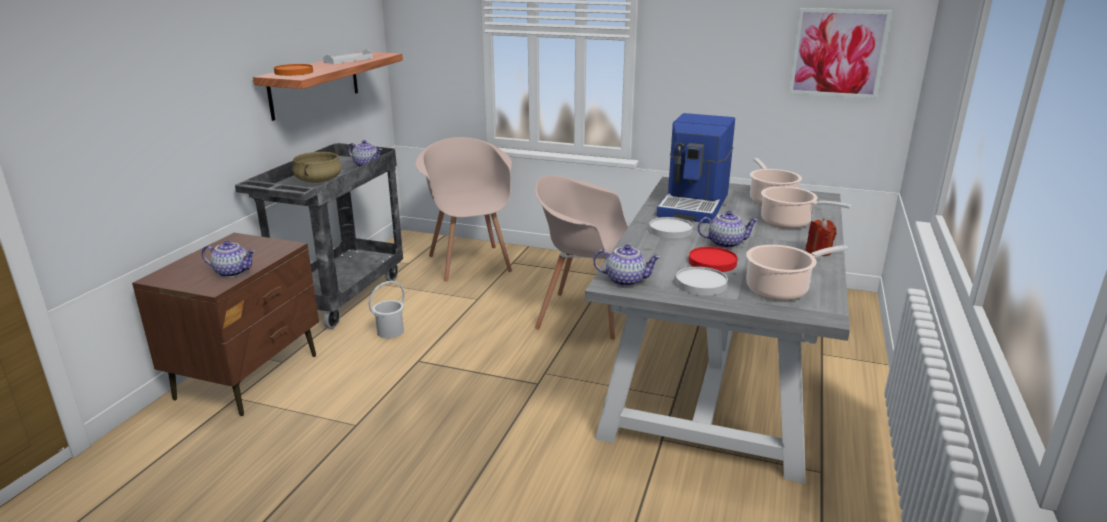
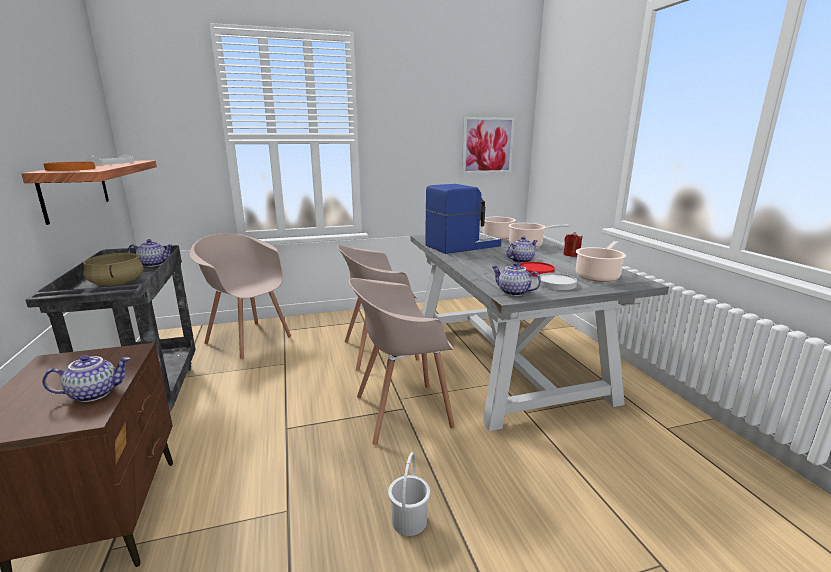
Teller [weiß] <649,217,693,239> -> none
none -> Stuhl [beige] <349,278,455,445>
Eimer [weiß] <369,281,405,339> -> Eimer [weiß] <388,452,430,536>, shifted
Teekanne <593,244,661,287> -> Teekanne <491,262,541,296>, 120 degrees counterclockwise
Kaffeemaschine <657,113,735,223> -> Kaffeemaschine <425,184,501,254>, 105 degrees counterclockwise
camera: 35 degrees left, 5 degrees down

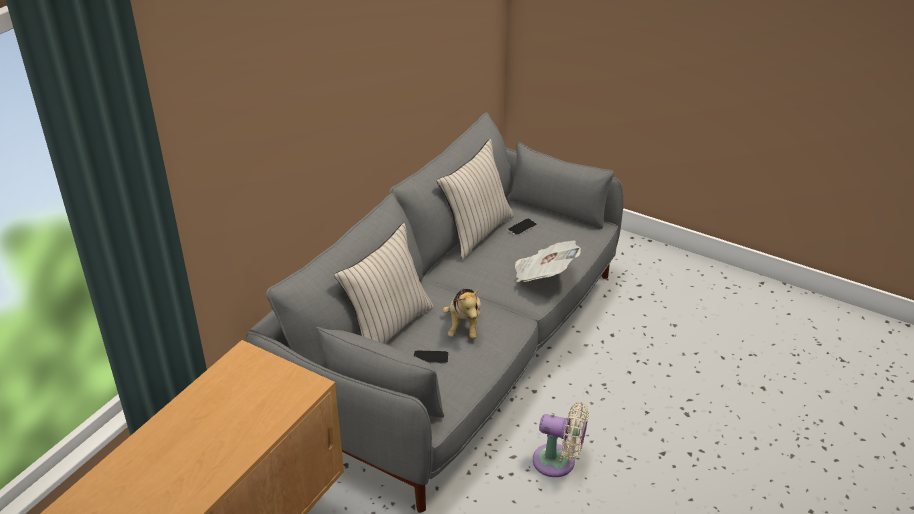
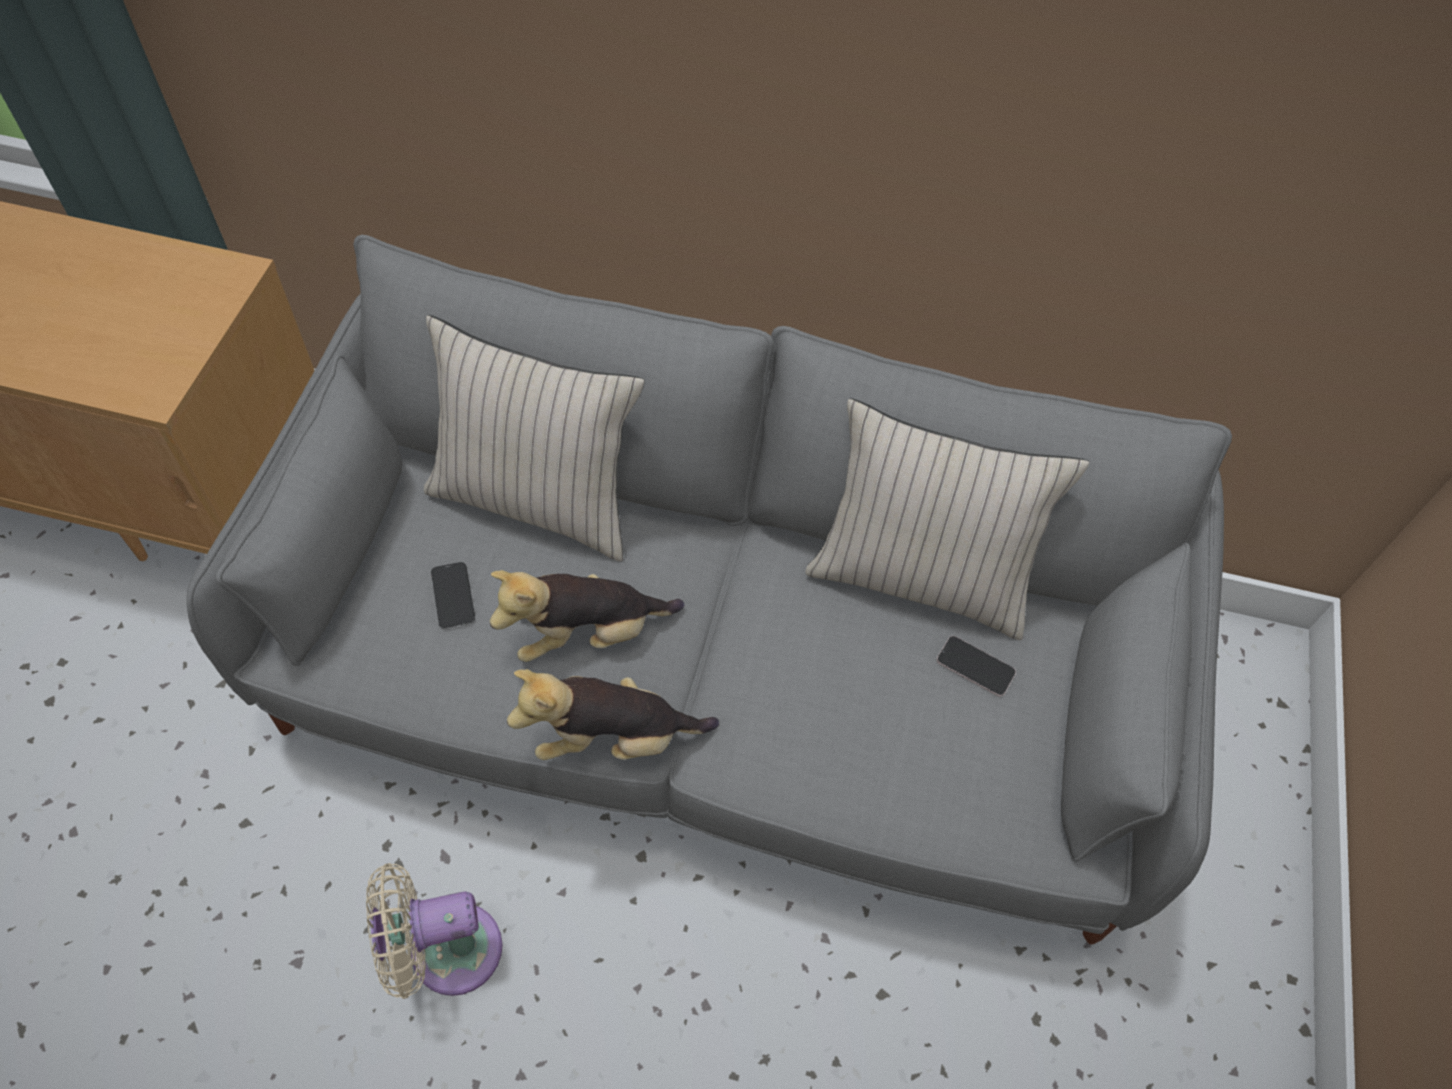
Zeitung <515,240,581,282> -> none
none -> Plüschtier <507,669,719,760>
Ventilator [beige] <533,402,589,477> -> Ventilator [beige] <366,863,502,999>, 75 degrees clockwise
camera: 70 degrees right, 20 degrees up

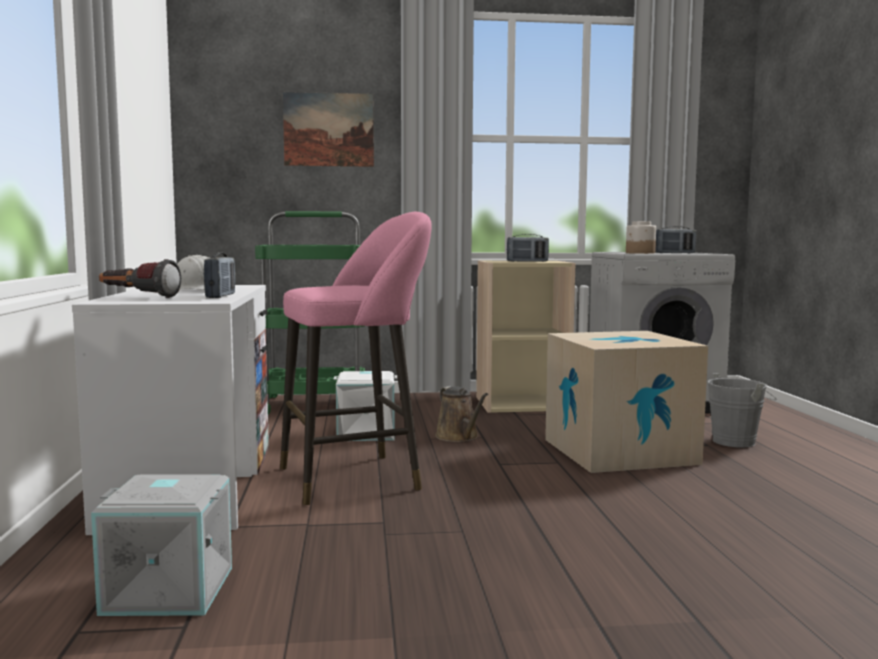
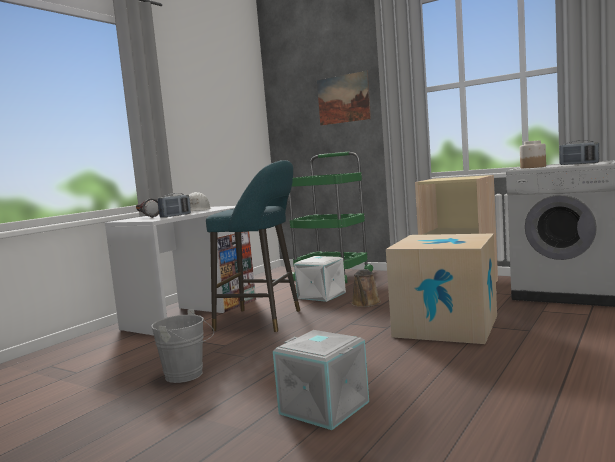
Radio <507,234,549,262> -> none
Aufbewahrungsbox [grau] <91,474,232,616> -> Aufbewahrungsbox [grau] <273,330,369,430>, shifted
Eimer [grau] <707,373,777,448> -> Eimer [grau] <151,310,214,383>, shifted
Hocker [rosa] <280,212,432,505> -> Hocker [türkis] <206,160,300,332>
camera: 40 degrees right, 0 degrees up

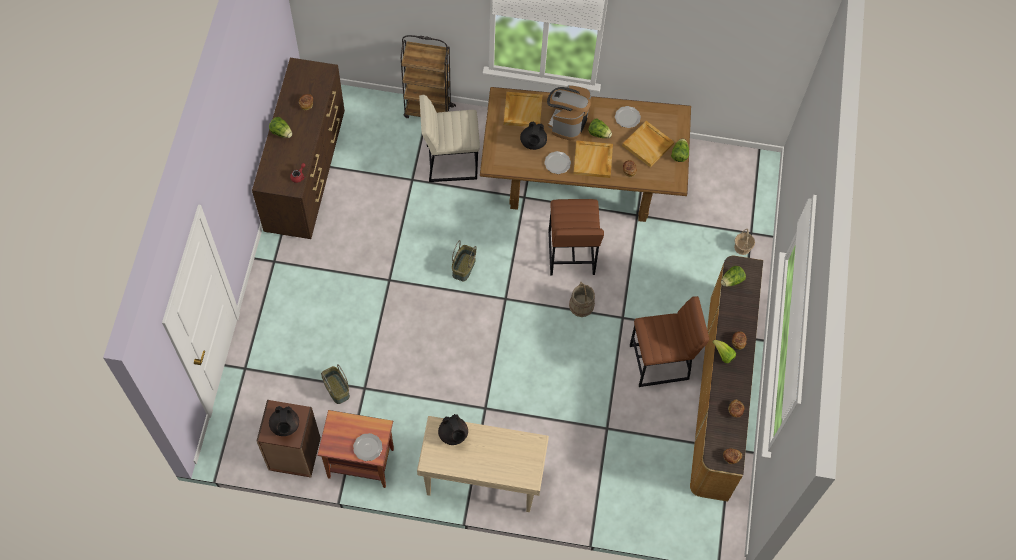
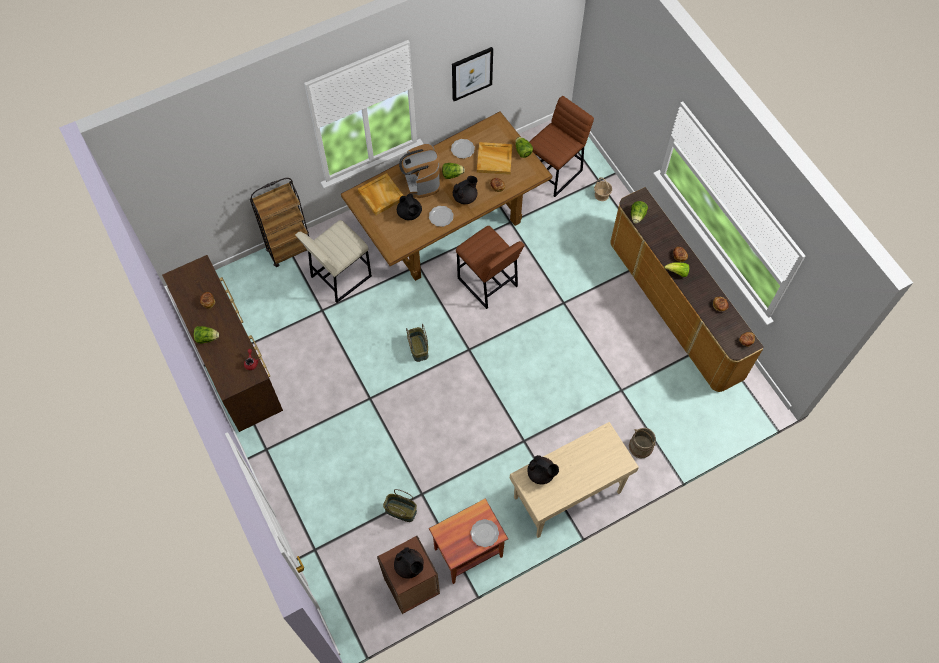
none -> Bild <452,47,493,101>
Eimer [beige] <569,282,595,317> -> Eimer [beige] <629,428,656,458>, shifted
Stuhl [braun] <630,296,709,387> -> Stuhl [braun] <529,96,594,197>, shifted
Tablett [beige] <573,140,613,178> -> Teekanne [schwarz] <453,176,478,204>
camera: 35 degrees left, 0 degrees up

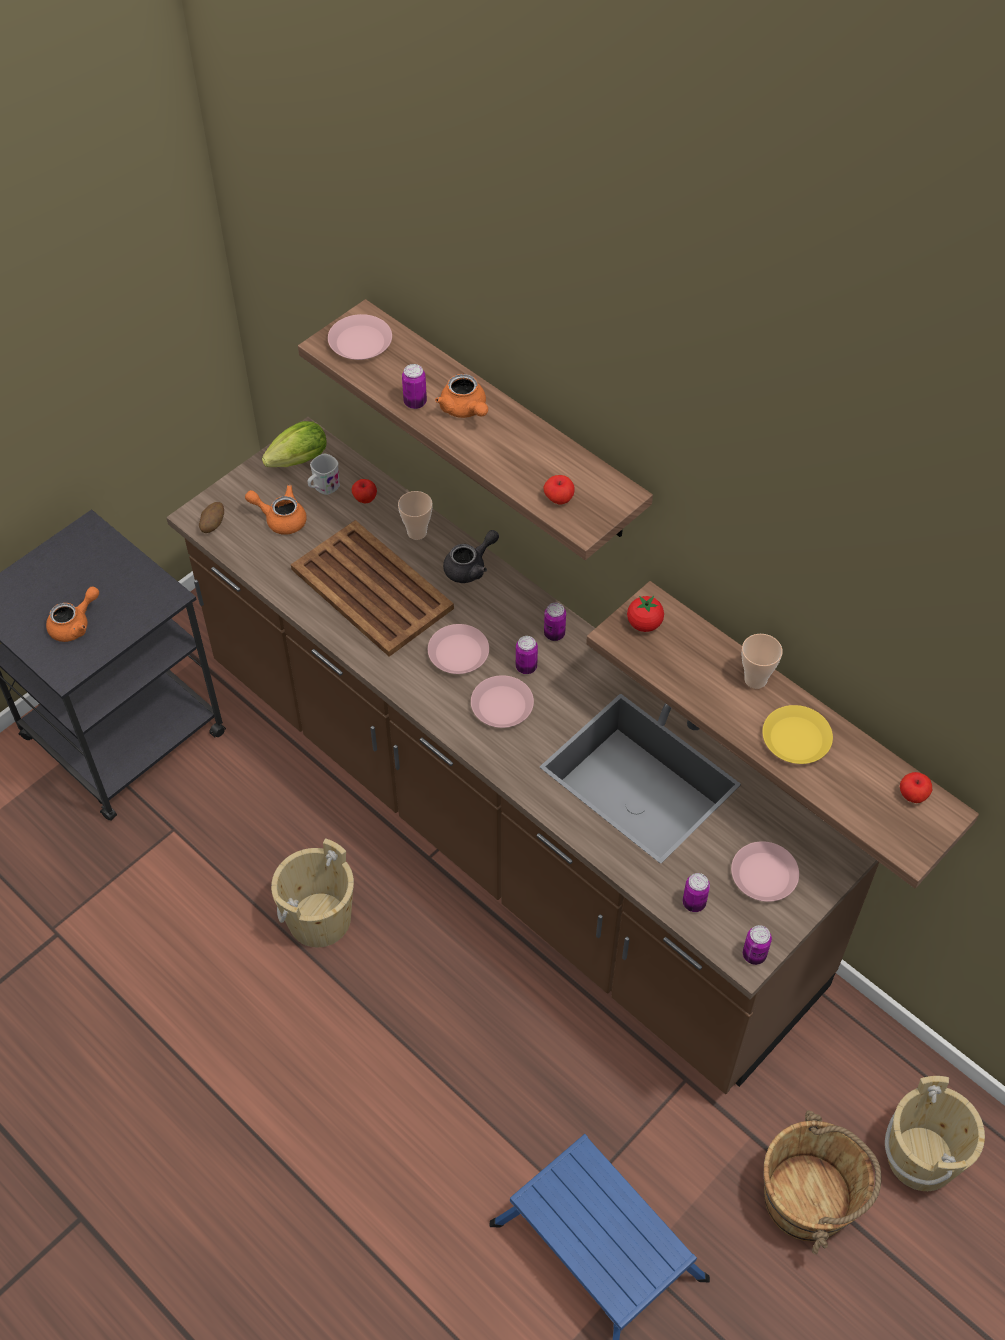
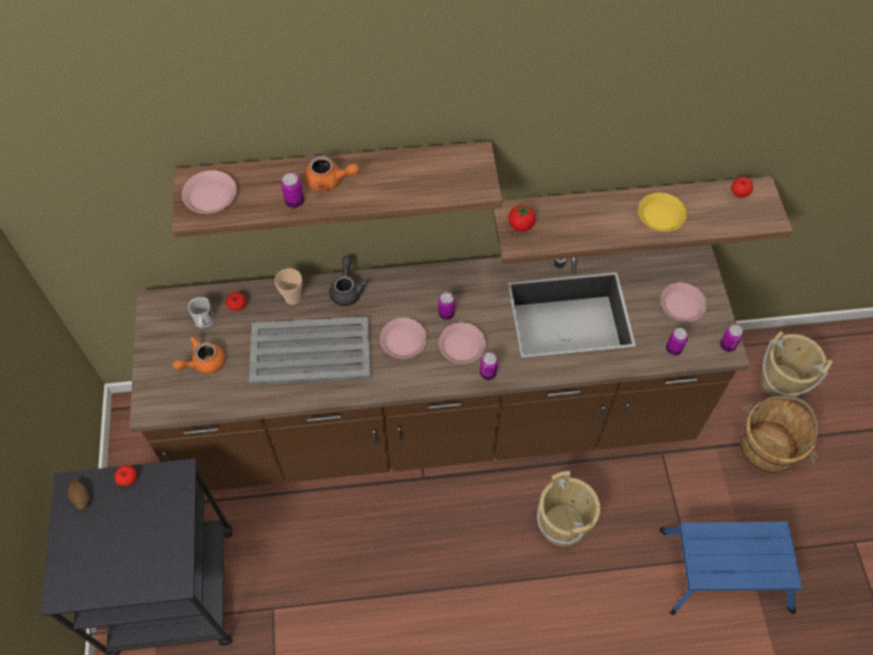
Teekanne [orange] <46,587,99,642> -> none
Salatkopf <262,421,327,467> -> none
Tasse <742,634,783,689> -> none
Kartoffel <199,502,224,533> -> Kartoffel <68,480,90,510>, shifted
Eimer [beige] <271,838,354,947> -> Eimer [beige] <537,471,600,547>, shifted
Apfel <544,475,574,504> -> Apfel <114,465,137,486>, shifted
Dose <544,603,566,641> -> Dose <480,353,498,380>, shifted
Tablett [braun] <291,520,454,657> -> Tablett [grau] <249,317,371,385>
camera: 50 degrees left, 5 degrees up

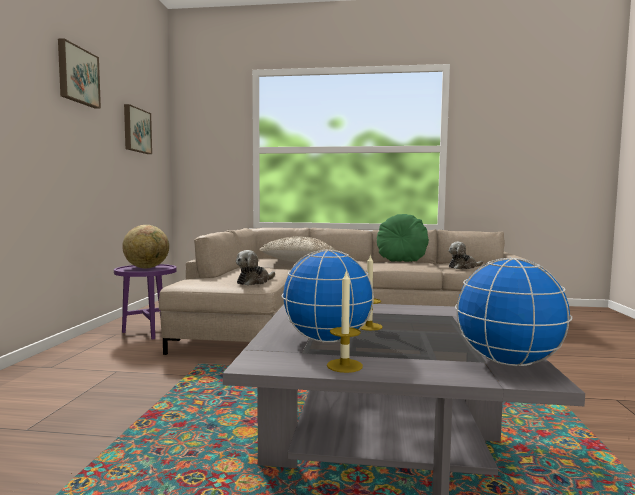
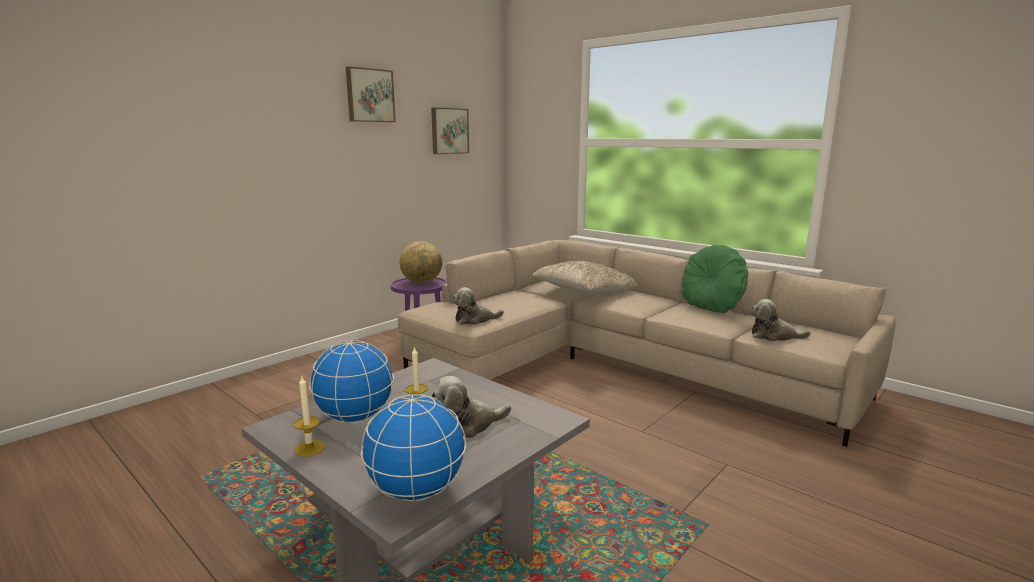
none -> Plüschtier <431,376,511,438>
camera: 35 degrees right, 10 degrees up

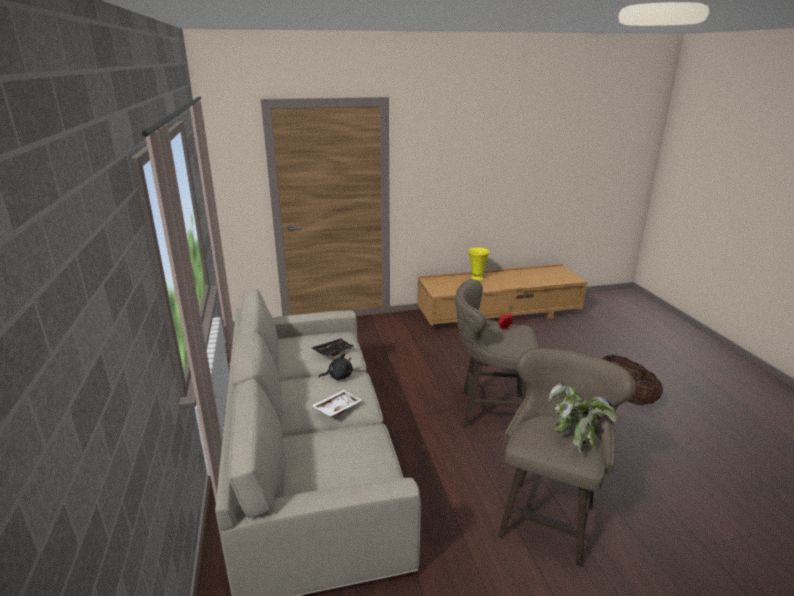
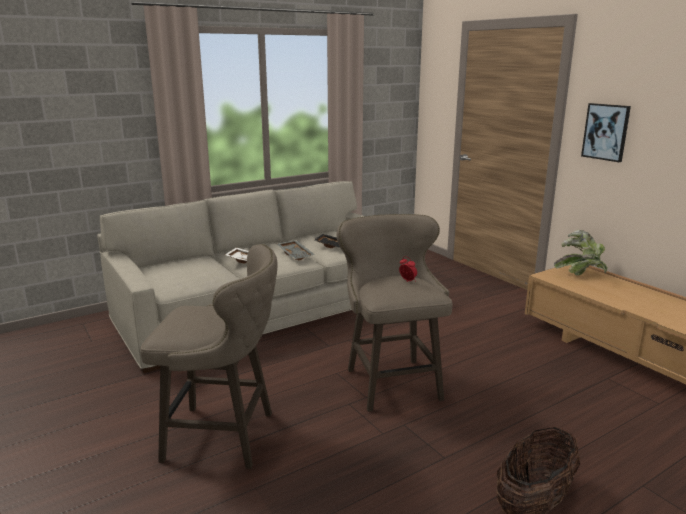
Vase [gelb] <468,247,490,281> -> none
none -> Bild <581,103,631,162>
Topfpflanze <549,382,617,453> -> Topfpflanze <554,230,608,275>, shifted
Plüschtier [schwarz] <318,353,353,380> -> Tablett [grau] <277,240,315,260>
camera: 70 degrees right, 5 degrees down

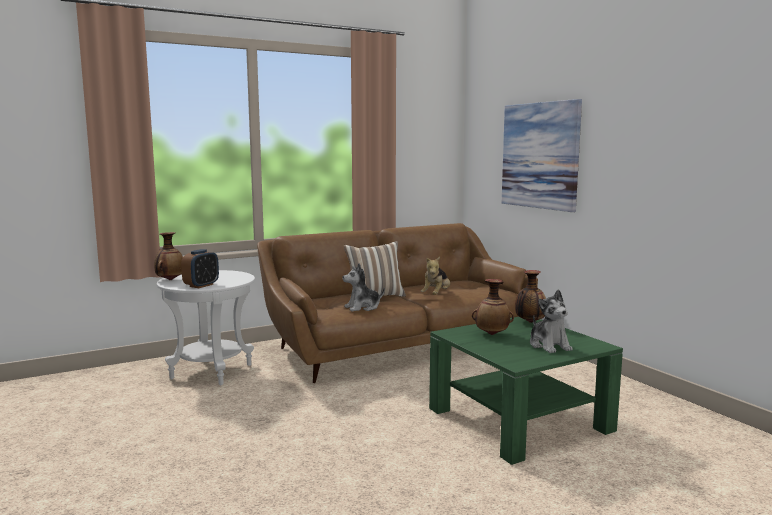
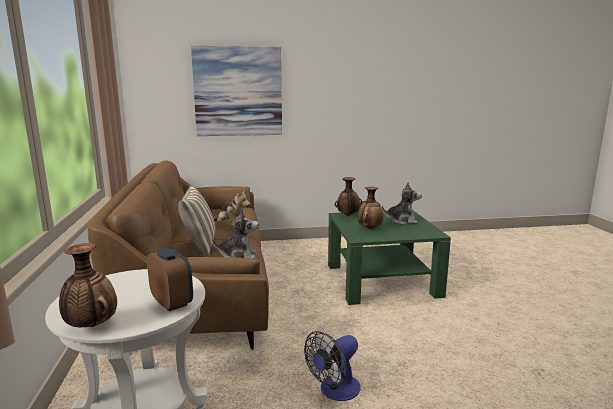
none -> Ventilator <304,331,361,401>
Plüschtier <343,263,385,312> -> Plüschtier <212,209,259,259>, 90 degrees counterclockwise
camera: 70 degrees left, 5 degrees up

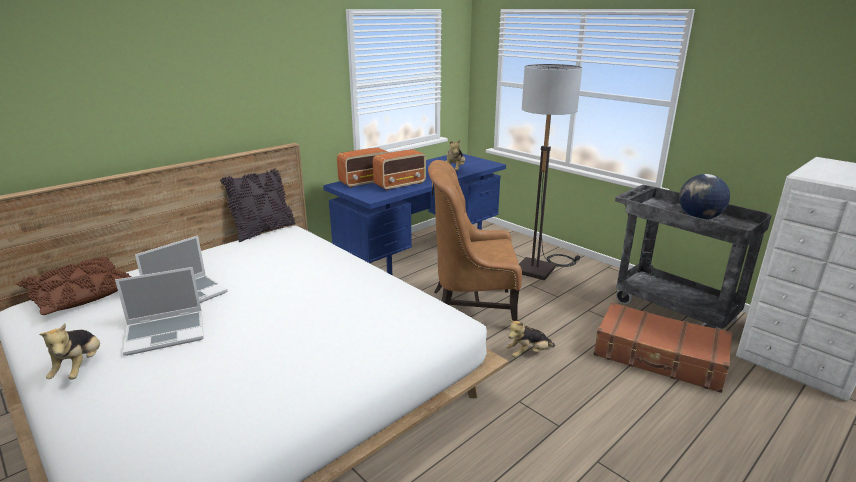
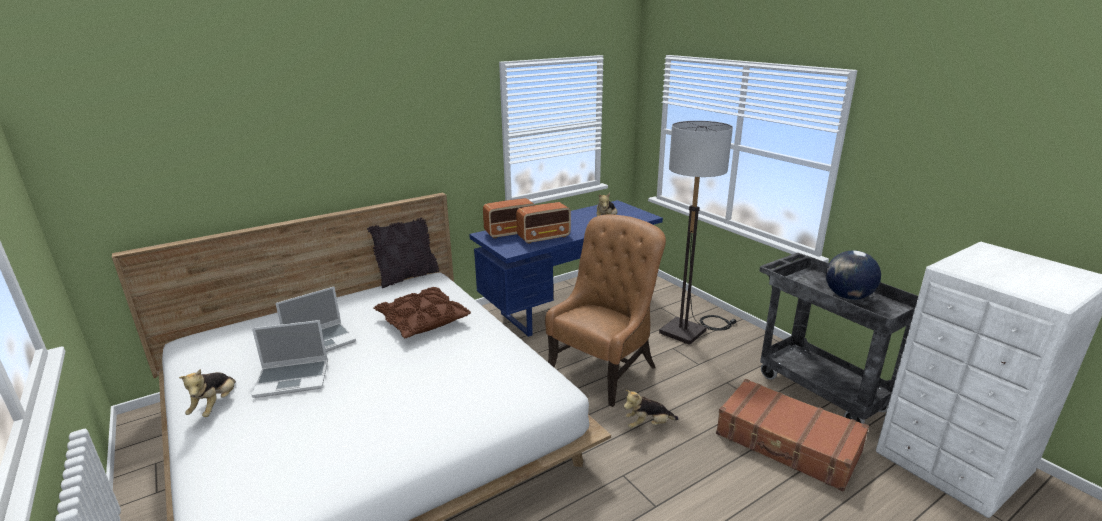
Kissen [braun] <17,256,132,315> -> Kissen [braun] <374,287,471,338>, shifted
Stuhl [braun] <428,160,522,321> -> Stuhl [braun] <545,214,666,407>, 120 degrees clockwise
camera: 10 degrees right, 0 degrees up

